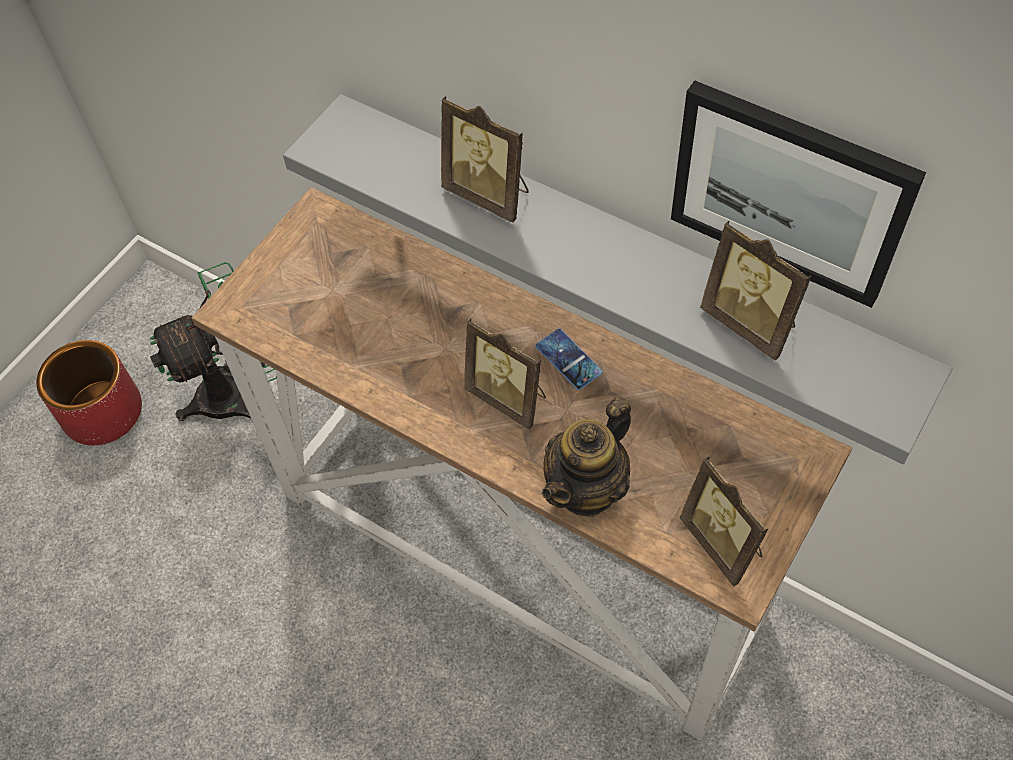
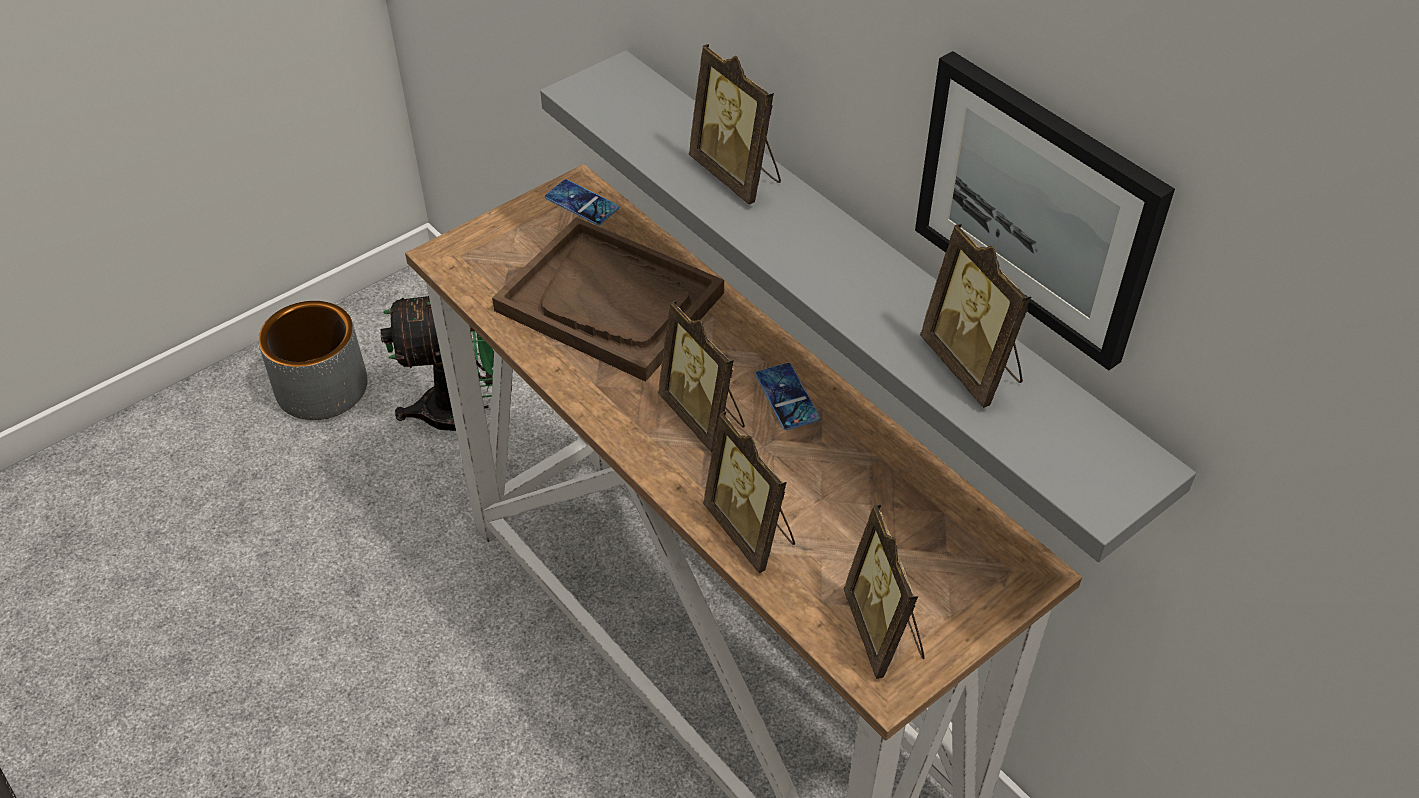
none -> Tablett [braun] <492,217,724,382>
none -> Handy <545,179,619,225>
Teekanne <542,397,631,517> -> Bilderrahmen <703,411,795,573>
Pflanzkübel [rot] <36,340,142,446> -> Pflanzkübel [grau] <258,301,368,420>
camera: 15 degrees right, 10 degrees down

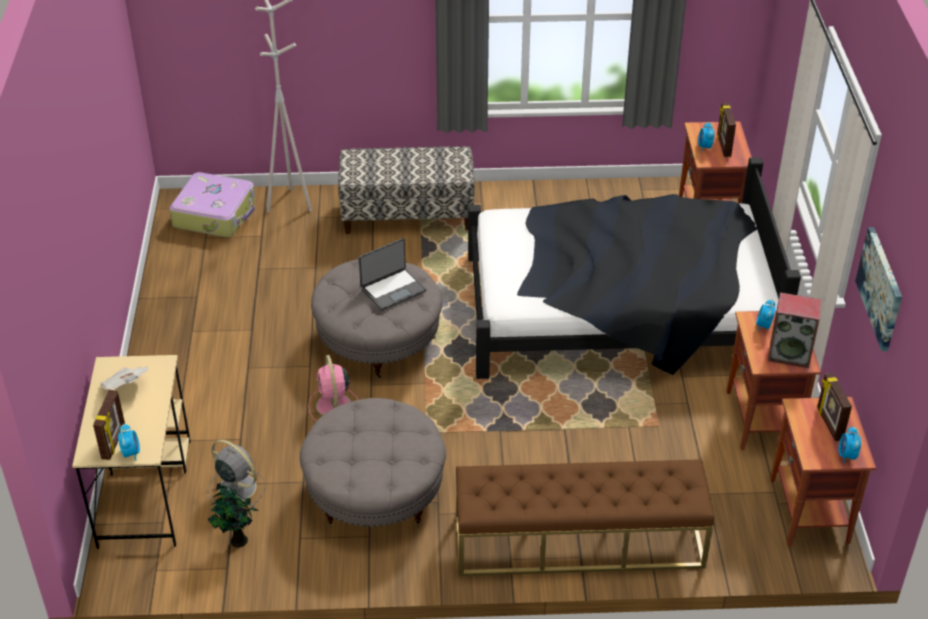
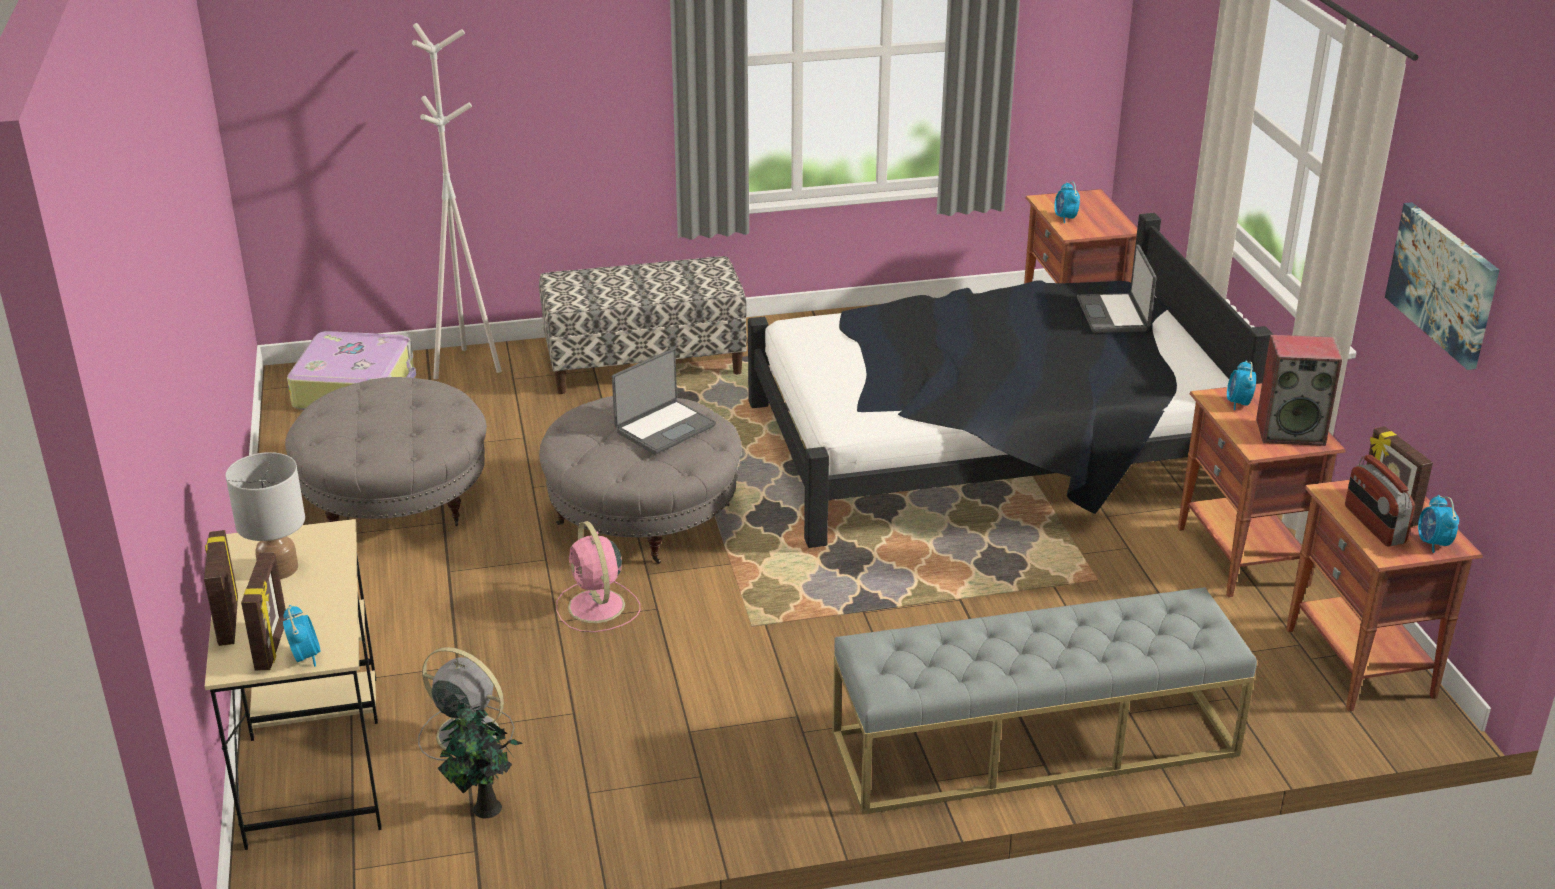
none -> Laptop <1077,245,1157,333>
none -> Radio <1345,455,1415,546>
Polsterhocker [grau] <300,398,446,527> -> Polsterhocker [grau] <285,377,487,526>, shifted
Bilderrahmen <717,103,736,157> -> Bilderrahmen <204,530,238,646>, shifted
Zeitung <100,367,149,390> -> Tischlampe [grau] <225,452,305,579>
Bank [braun] <456,459,714,576> -> Bank [grau] <832,587,1257,814>
camera: 10 degrees left, 10 degrees down

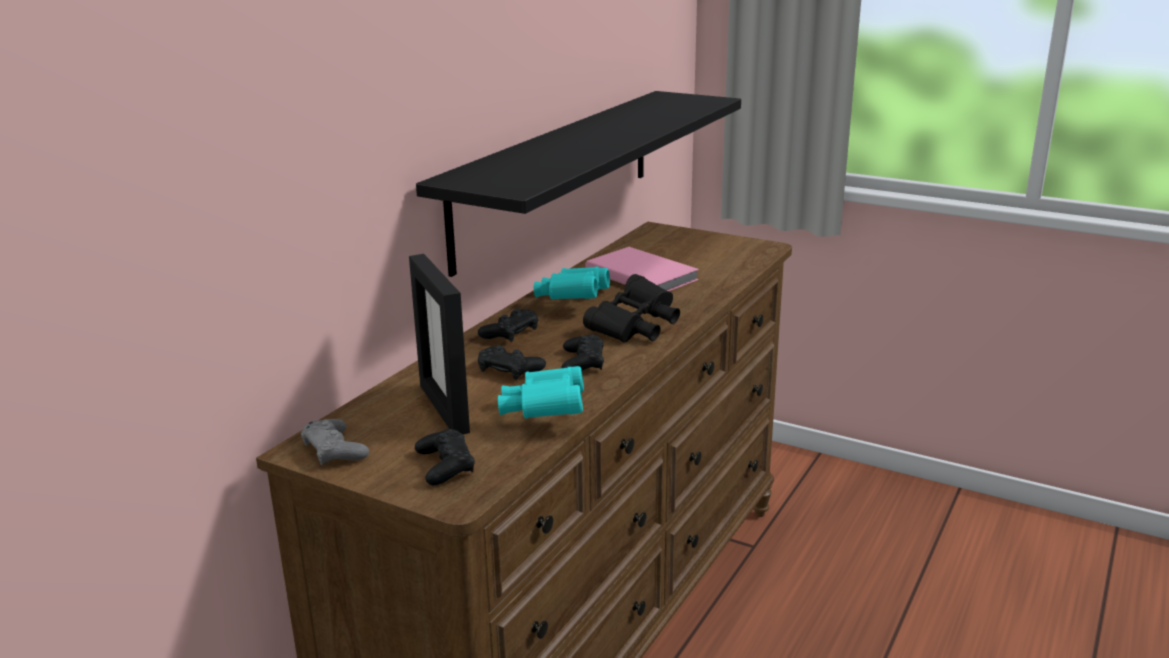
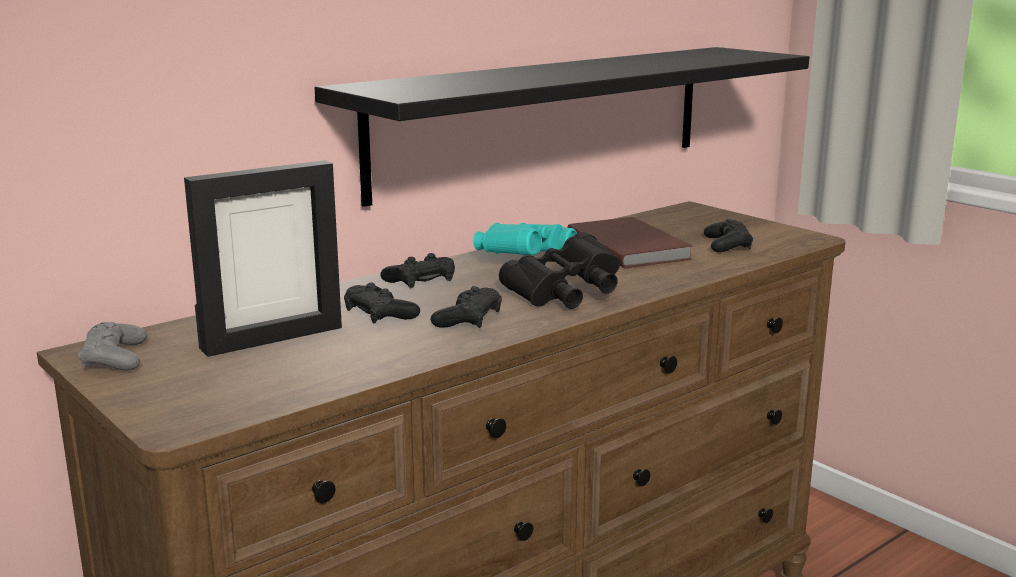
Fernglas [türkis] <498,366,584,419> -> none
Gamepad [schwarz] <415,429,475,485> -> Gamepad [schwarz] <704,219,753,252>, shifted
Buch [rosa] <585,247,699,291> -> Buch [braun] <567,217,693,268>
Bilderrahmen <409,254,470,435> -> Bilderrahmen <184,160,342,357>, 120 degrees counterclockwise
camera: 20 degrees right, 5 degrees down

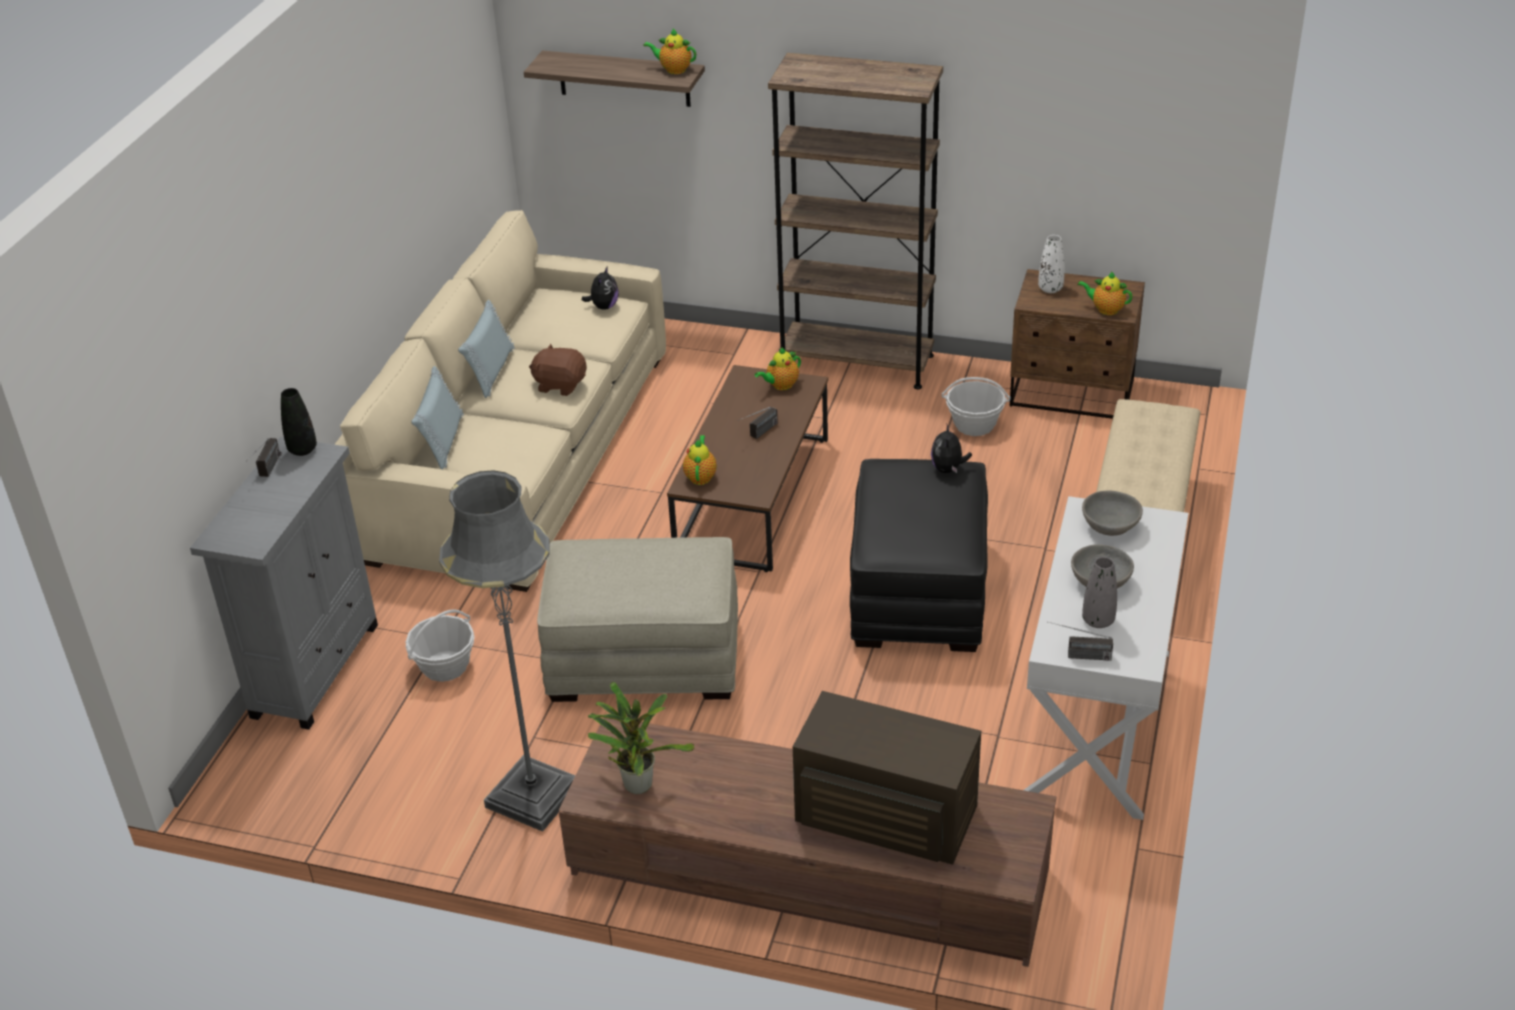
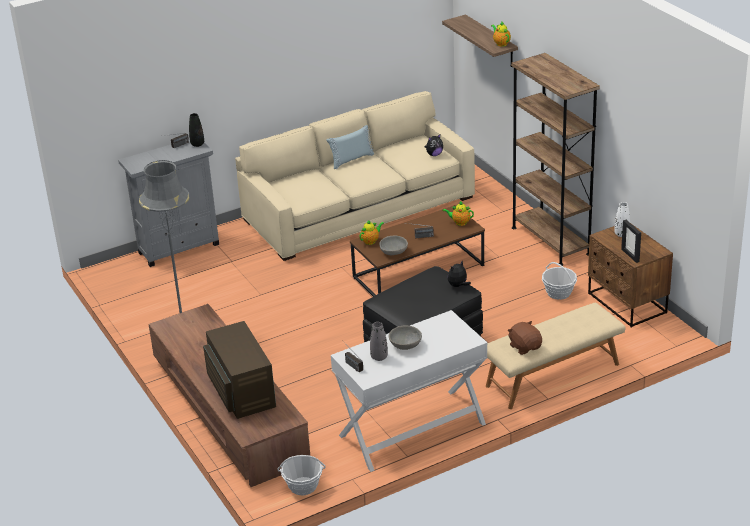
Kissen [blau] <411,366,464,469> -> none
Polsterhocker [beige] <537,537,738,702> -> none
Topfpflanze <588,682,695,794> -> none
Korb <406,609,474,682> -> Korb <277,455,326,495>, shifted
Plüschtier [braun] <529,344,587,396> -> Plüschtier [braun] <508,321,542,355>, shifted
Schüssel [grau] <1082,491,1143,536> -> Schüssel [grau] <379,236,408,255>, shifted
Teekanne <1078,271,1132,315> -> Bilderrahmen <621,220,641,263>
camera: 45 degrees right, 5 degrees down

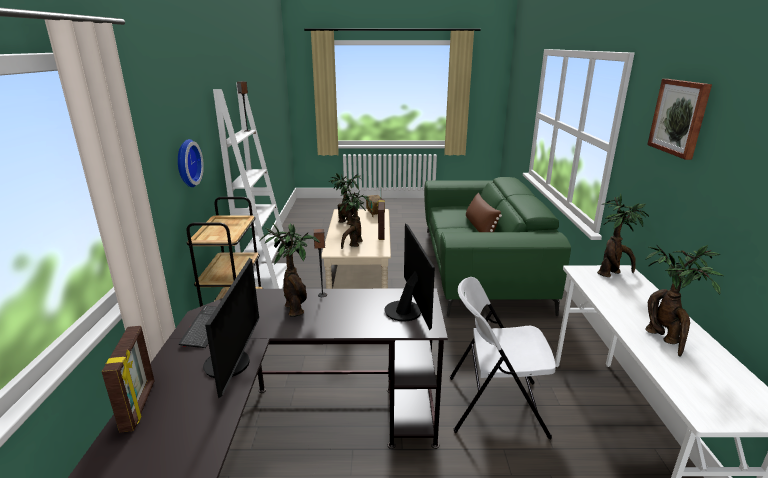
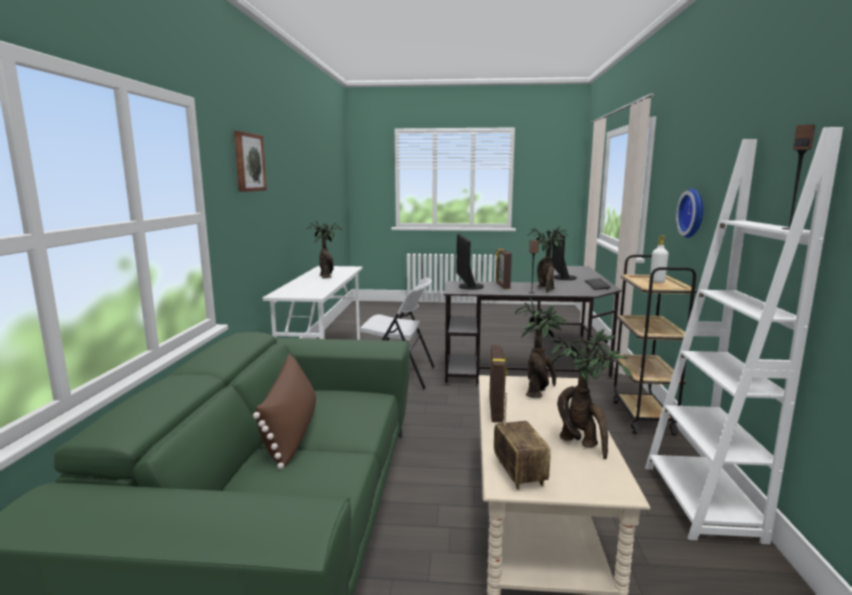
Topfpflanze <597,193,649,277> -> none
none -> Flasche [weiß] <650,235,669,283>
Bilderrahmen <102,326,155,433> -> Bilderrahmen <496,249,512,289>, shifted
camera: 175 degrees left, 10 degrees down

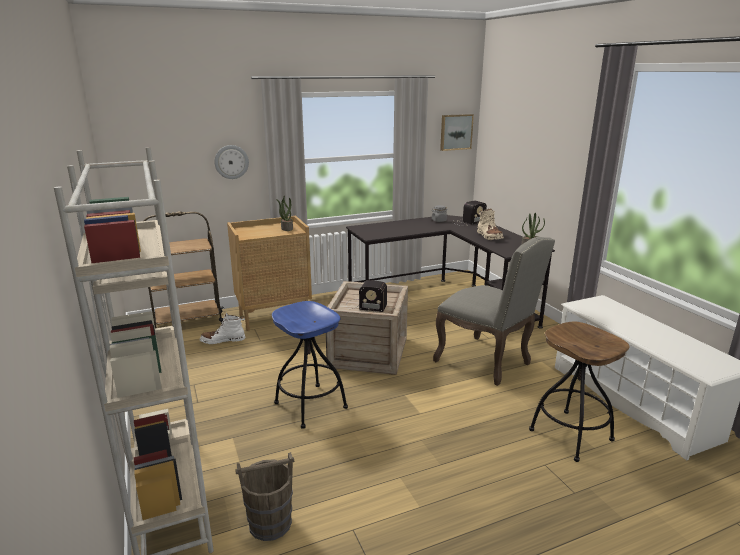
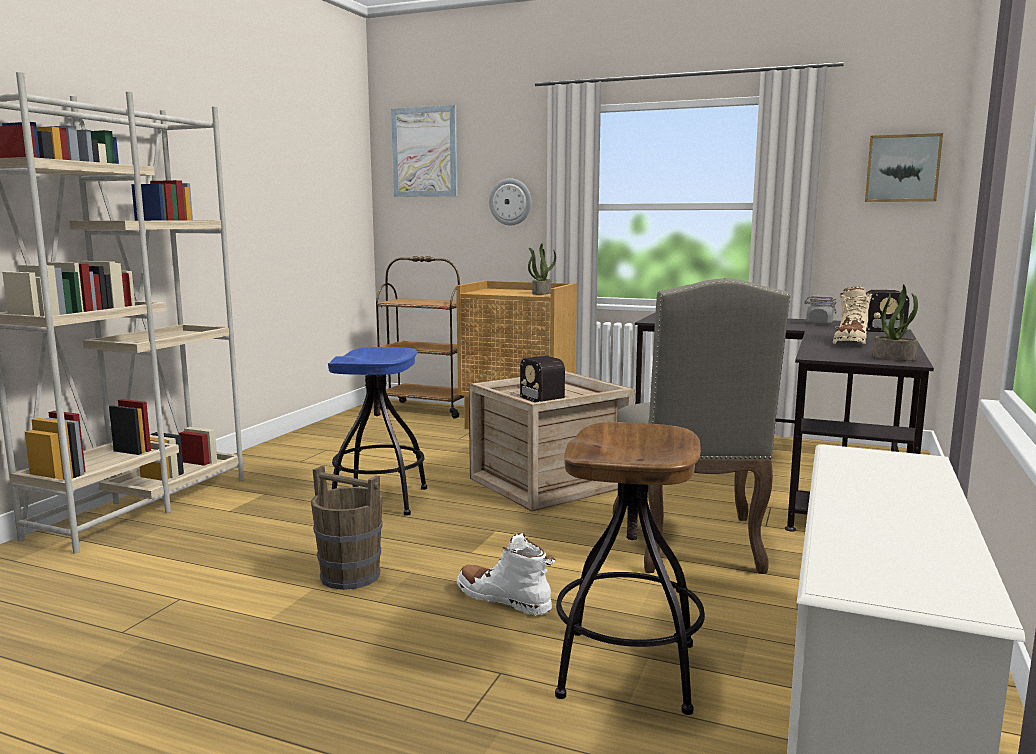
none -> Bild <391,105,457,197>
Stiefel [weiß] <200,313,245,344> -> Stiefel [weiß] <456,533,555,615>, shifted
Eimer [braun] <235,452,294,541> -> Eimer [braun] <311,466,383,590>, shifted
camera: 45 degrees right, 10 degrees down

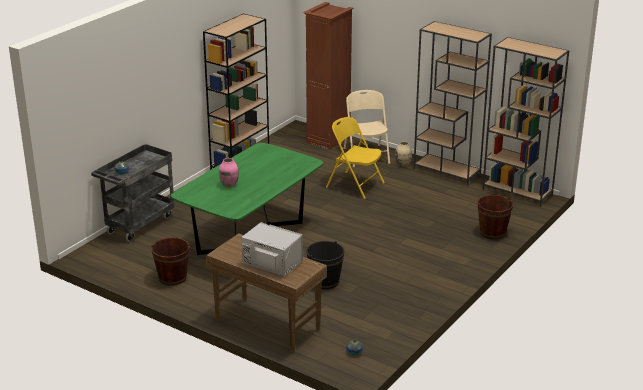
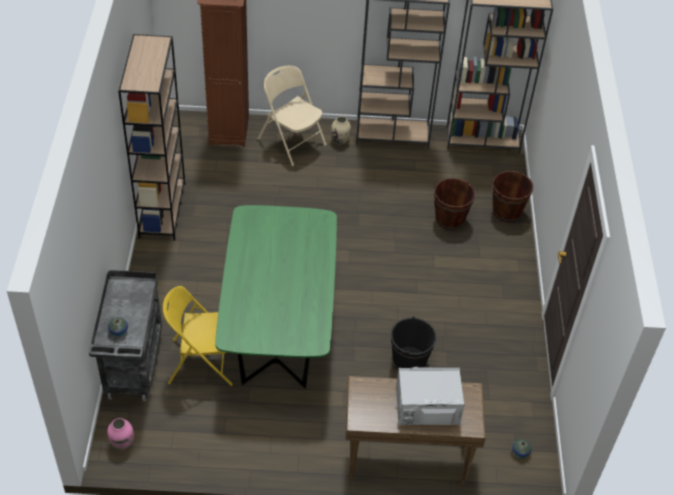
Eimer [braun] <151,238,190,286> -> Eimer [braun] <434,178,475,230>, shifted
Vase [rosa] <219,158,239,187> -> Vase [rosa] <107,418,134,450>, shifted
Stuhl [gelb] <326,117,385,199> -> Stuhl [gelb] <163,286,233,386>, shifted
camera: 35 degrees left, 20 degrees up

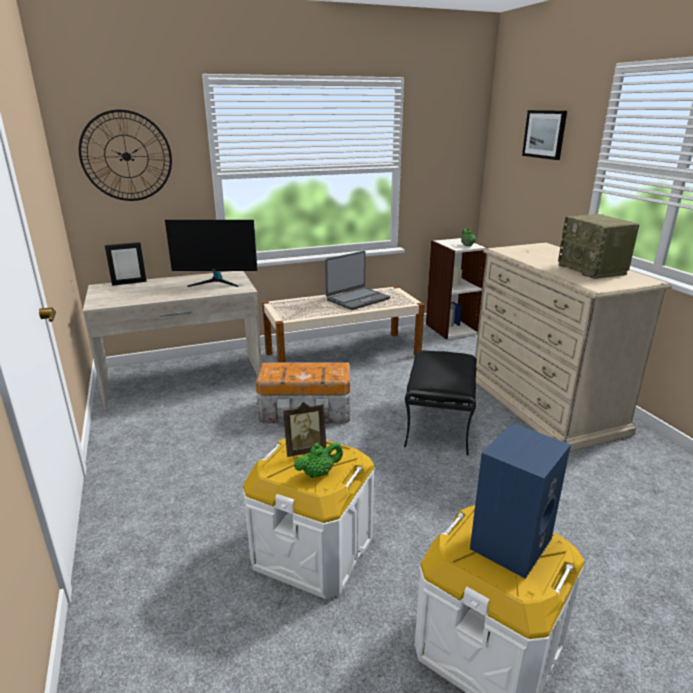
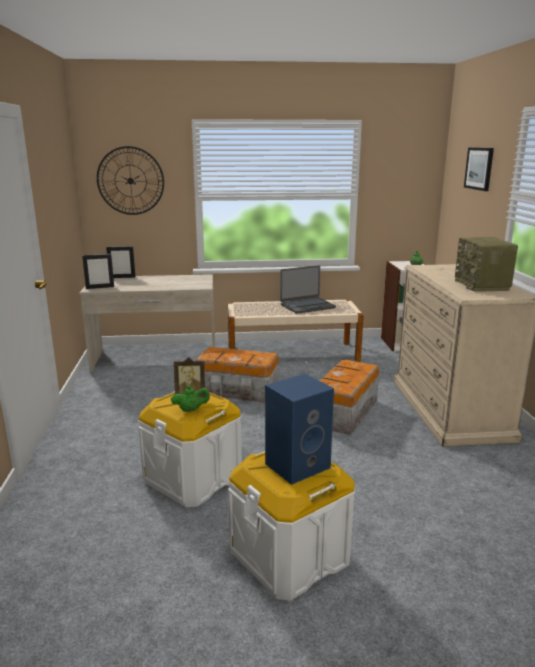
Monitor <165,220,257,287> -> none
none -> Bilderrahmen <82,254,114,289>
Polsterhocker [schwarz] <404,350,477,456> -> Aufbewahrungsbox <320,360,379,435>
camera: 15 degrees right, 5 degrees down

